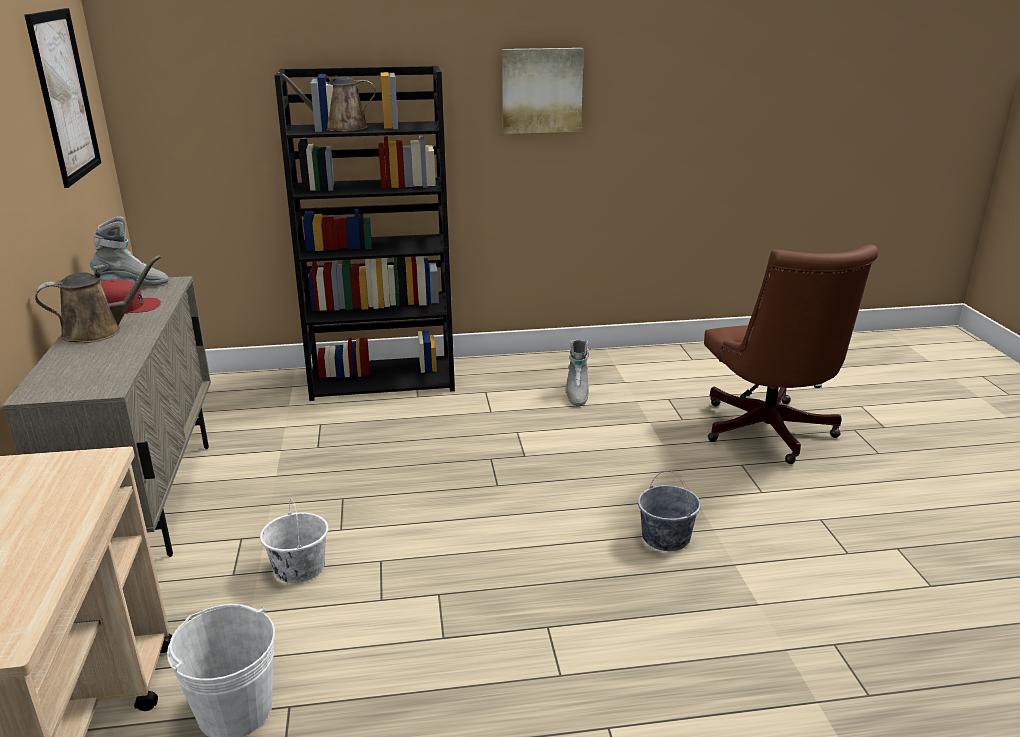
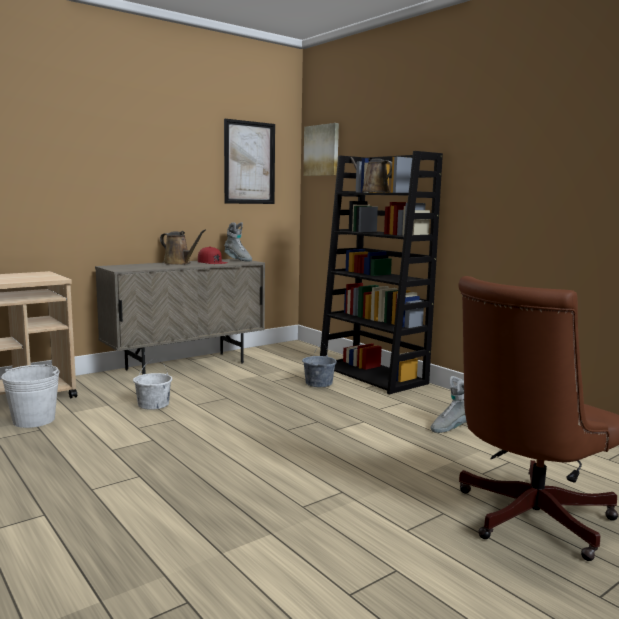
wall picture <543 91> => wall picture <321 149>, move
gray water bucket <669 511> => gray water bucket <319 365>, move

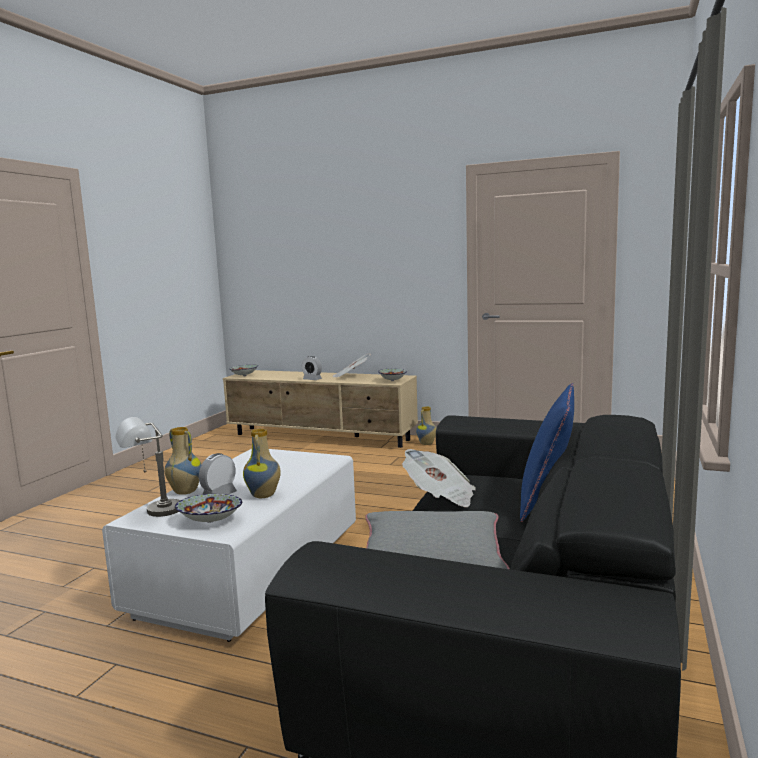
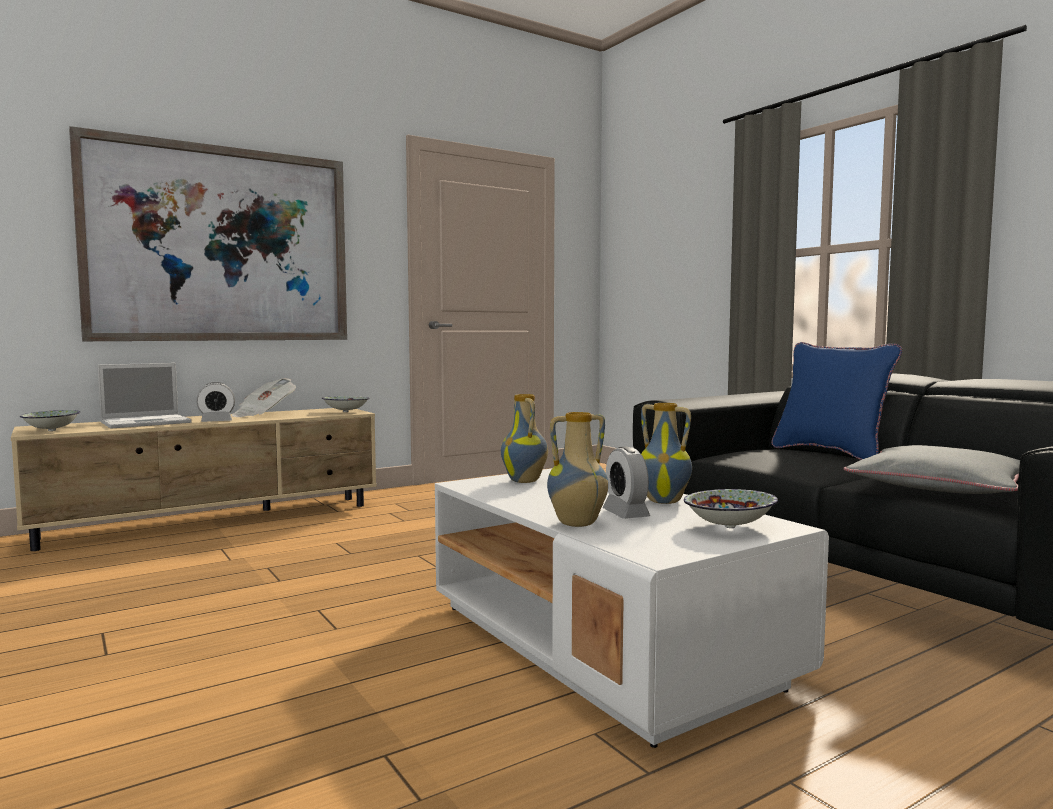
flower vase <426 425> => flower vase <524 438>, move
gray table lamp <147 467> => nothing
printed paper <439 478> => nothing
nothing => wall picture <208 233>
nothing => notebook computer <144 396>

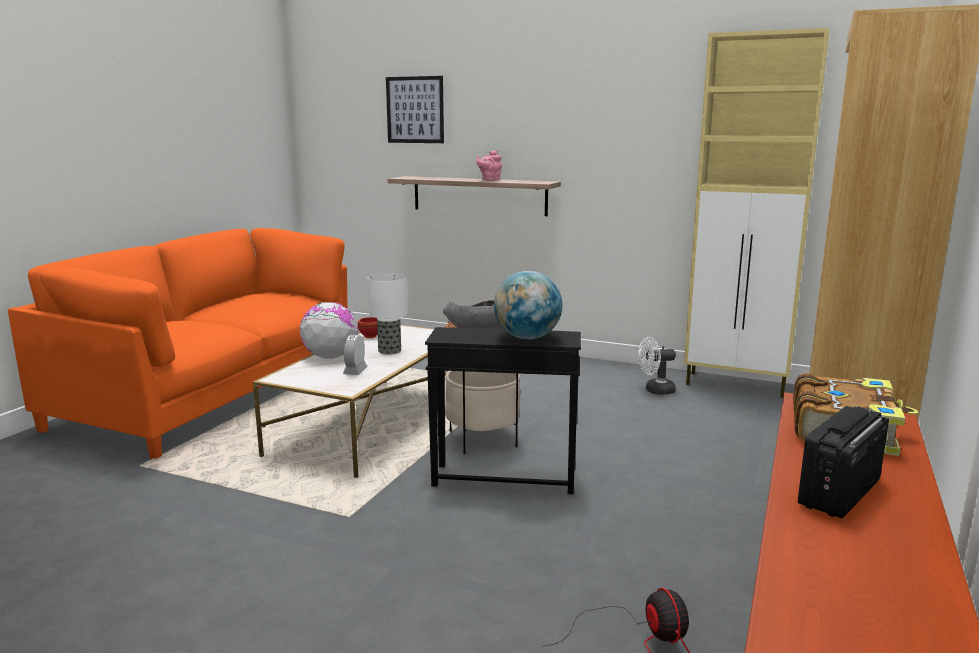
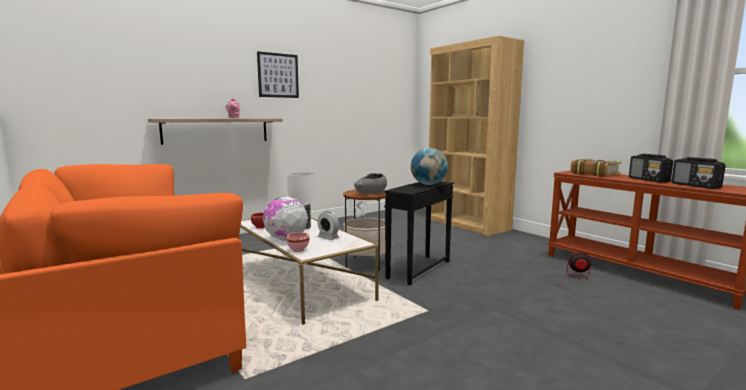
beige-coloured cabinet <756 213> => nothing
wall picture <415 109> => wall picture <278 74>, move
nothing => radio <699 173>
nothing => pinkish deep dish <297 242>

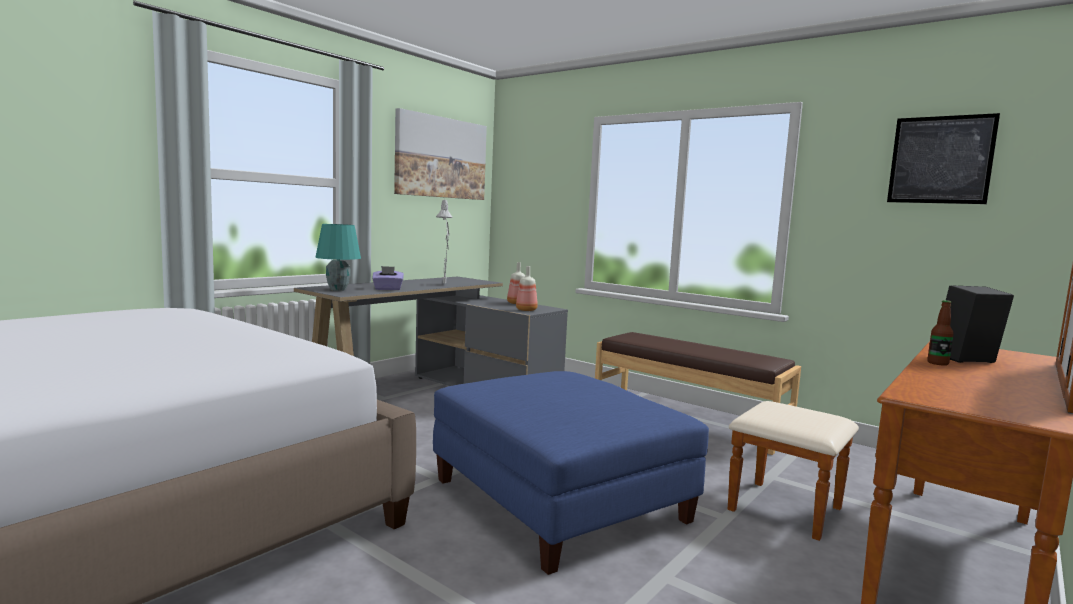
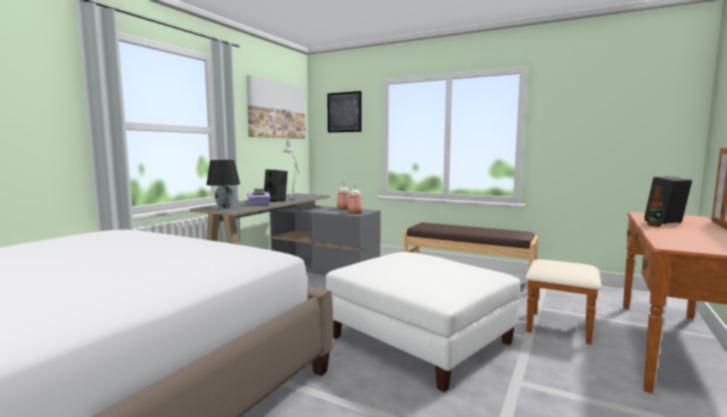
wall picture <943 158> => wall picture <344 111>, move
turquoise-coloured table lamp <338 257> => black-coloured table lamp <223 184>
blue pouffe <571 473> => white pouffe <423 322>
nothing => black-coloured loudspeaker <276 185>

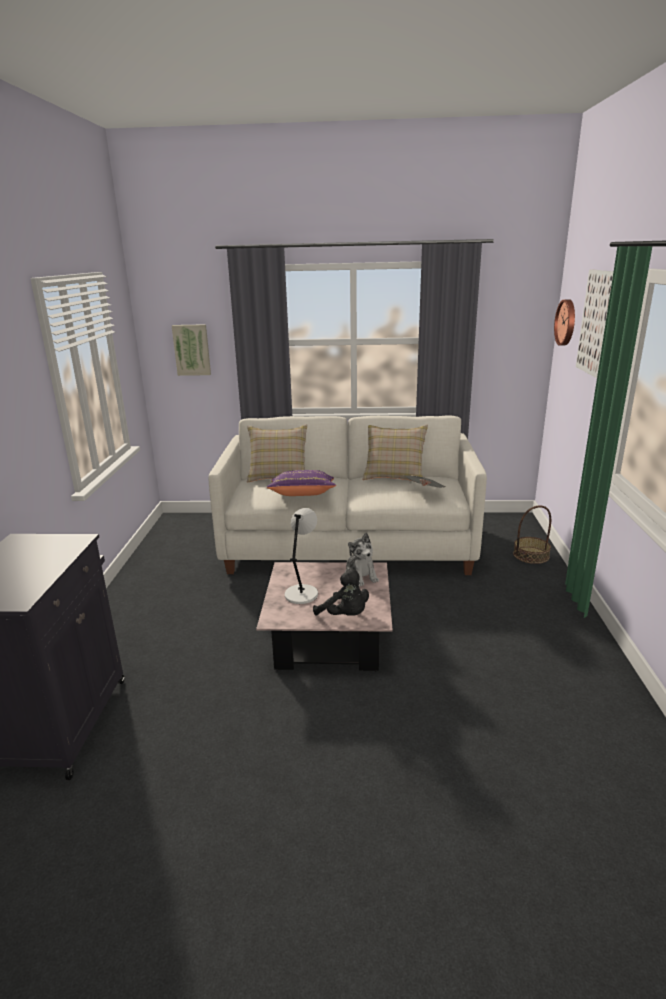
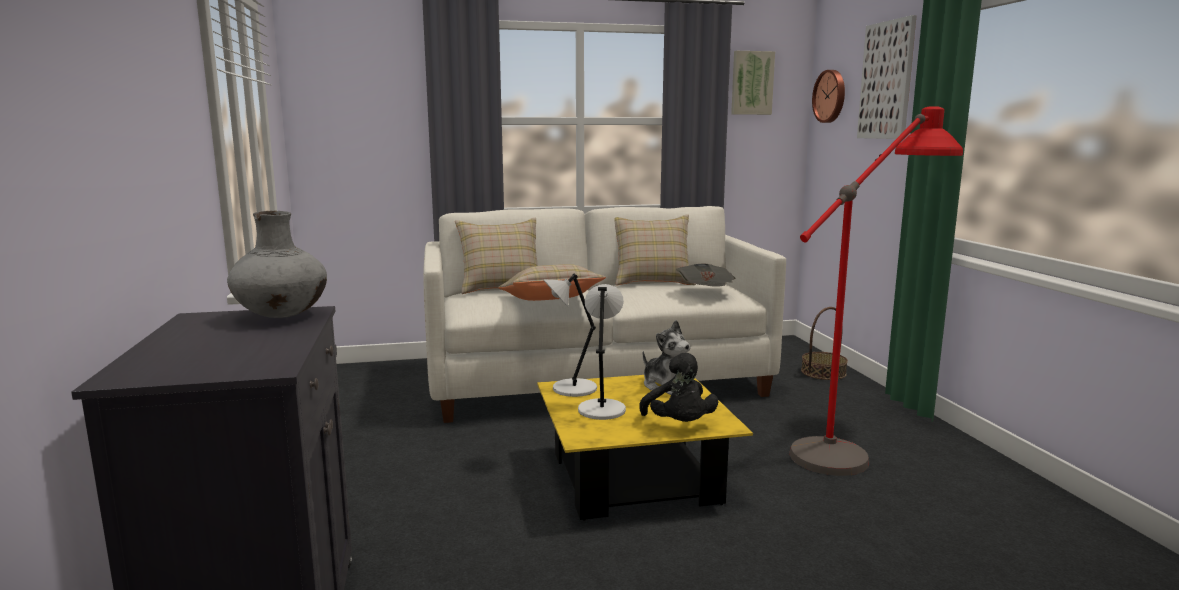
wall picture <191 350> => wall picture <753 83>, move
purple cushion <301 483> => beige-coloured cushion <552 282>
pinkish low table <324 616> => yellow-coloured low table <645 448>
black-coloured plush toy <341 592> => black-coloured plush toy <678 387>, 45 degrees clockwise
nothing => reddish floor lamp <876 291>
nothing => gray flower vase <277 264>
nothing => gray table lamp <570 335>

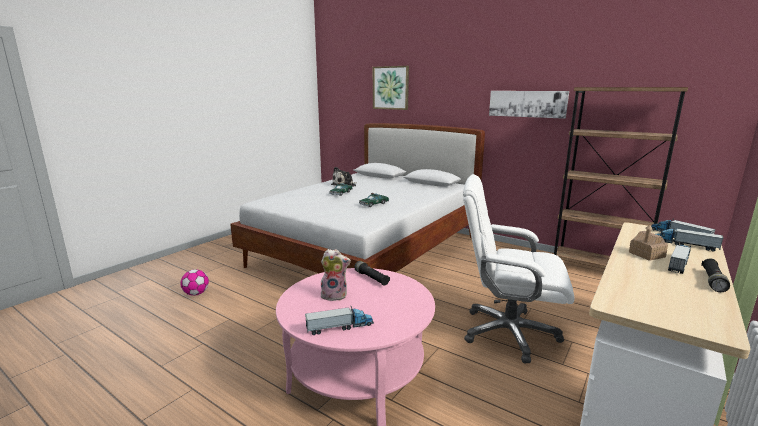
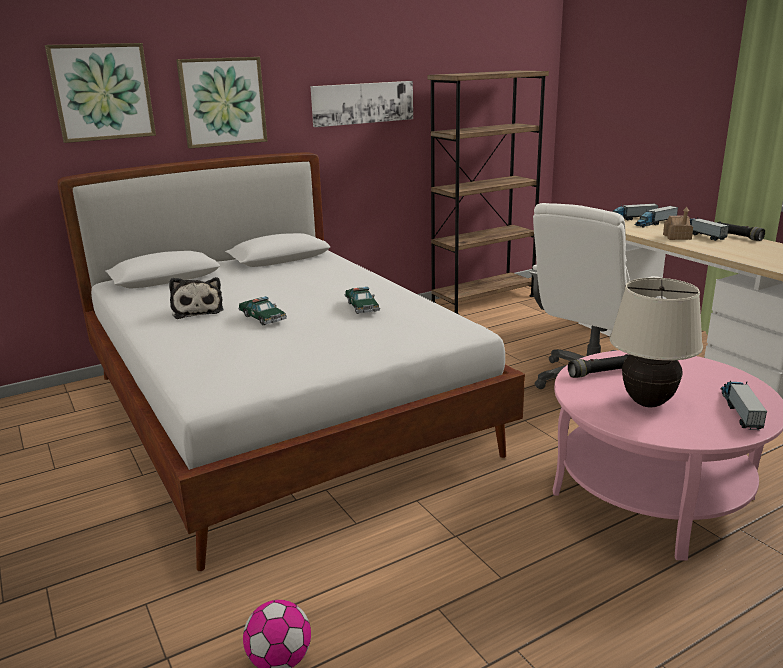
plush toy <336 275> => beige-coloured table lamp <656 342>
nothing => wall picture <221 103>

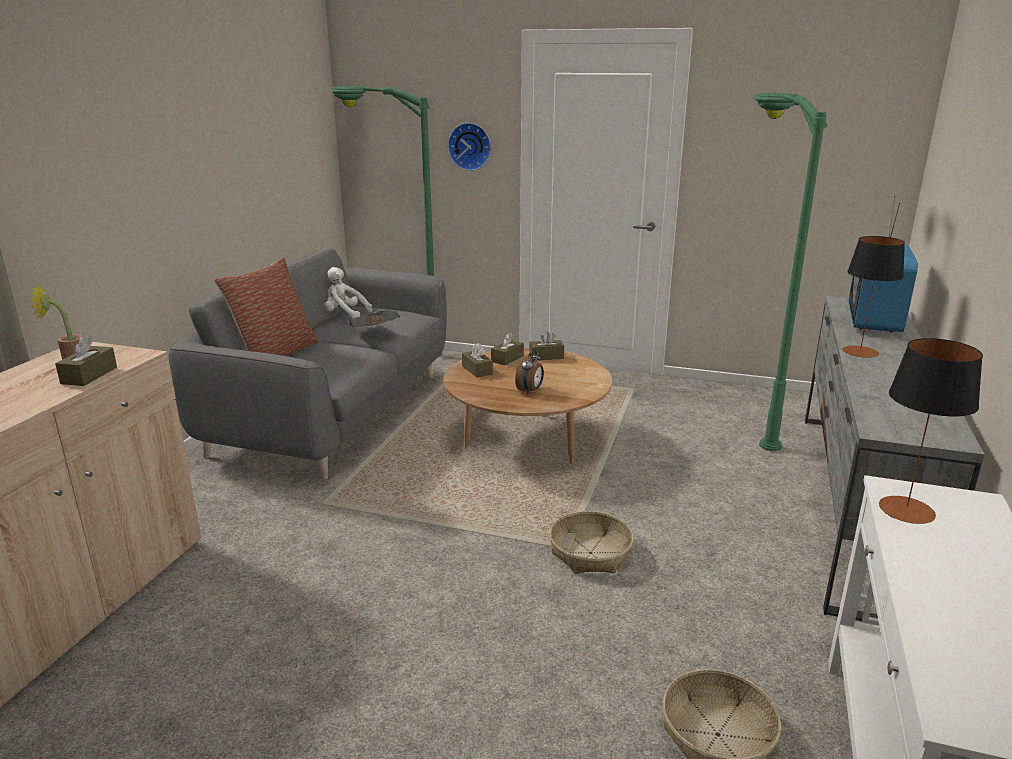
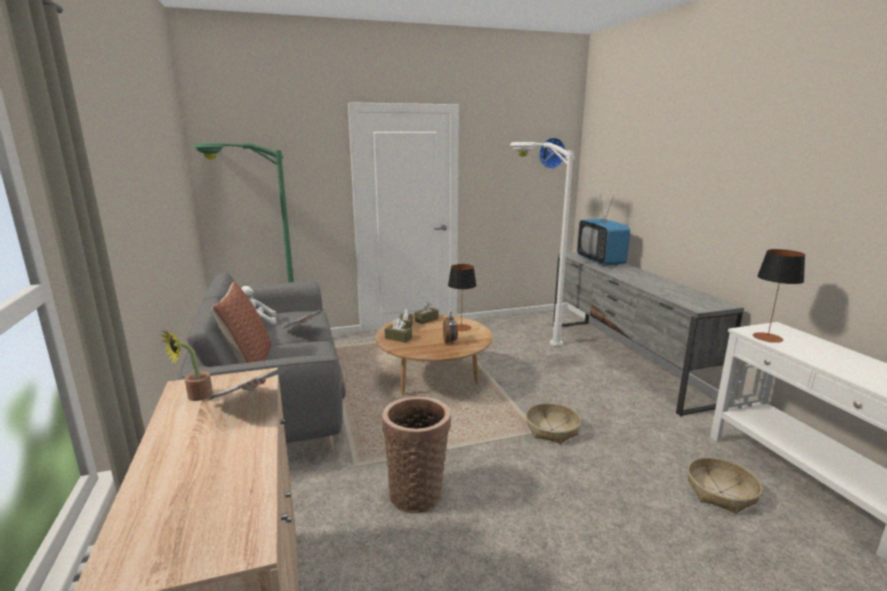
green floor lamp <789 272> => white floor lamp <542 244>
wall clock <469 147> => wall clock <552 153>, move
table lamp <873 297> => table lamp <462 297>, move
brown tissue holder <86 360> => printed paper <249 383>
nothing => household basket <416 455>

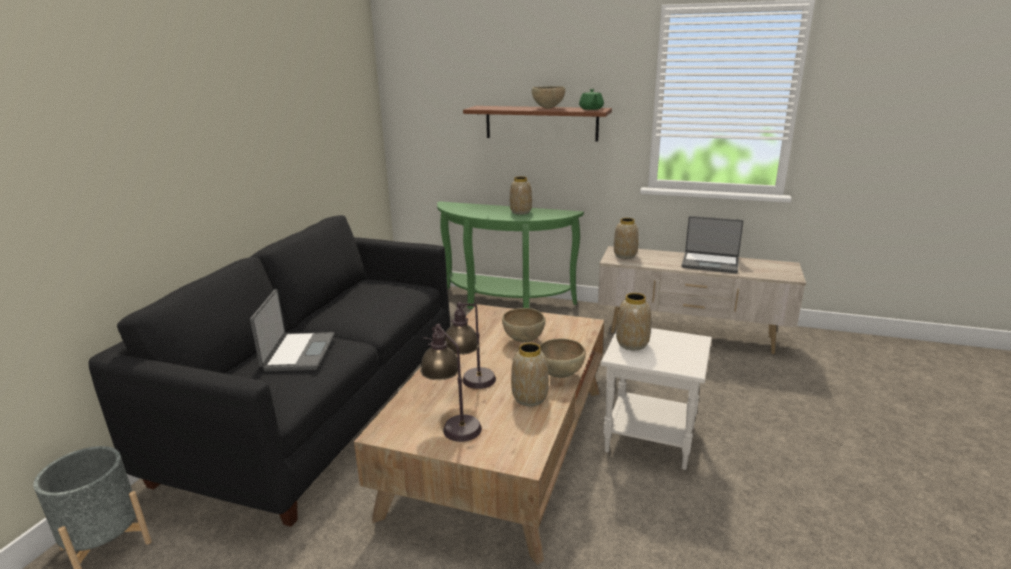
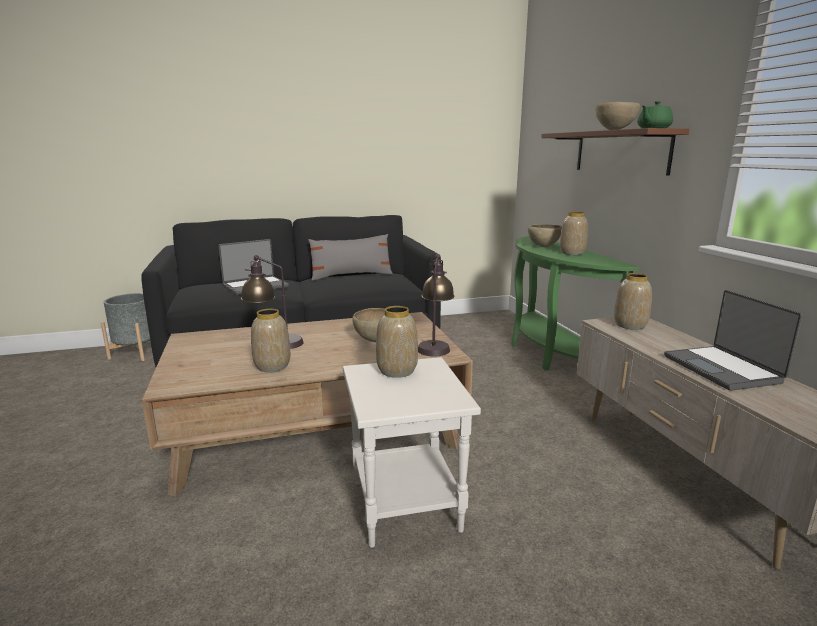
table lamp <451 383> => table lamp <436 305>, move
brown deep dish <562 358> => brown deep dish <545 235>, move
nothing => gray cushion <350 257>

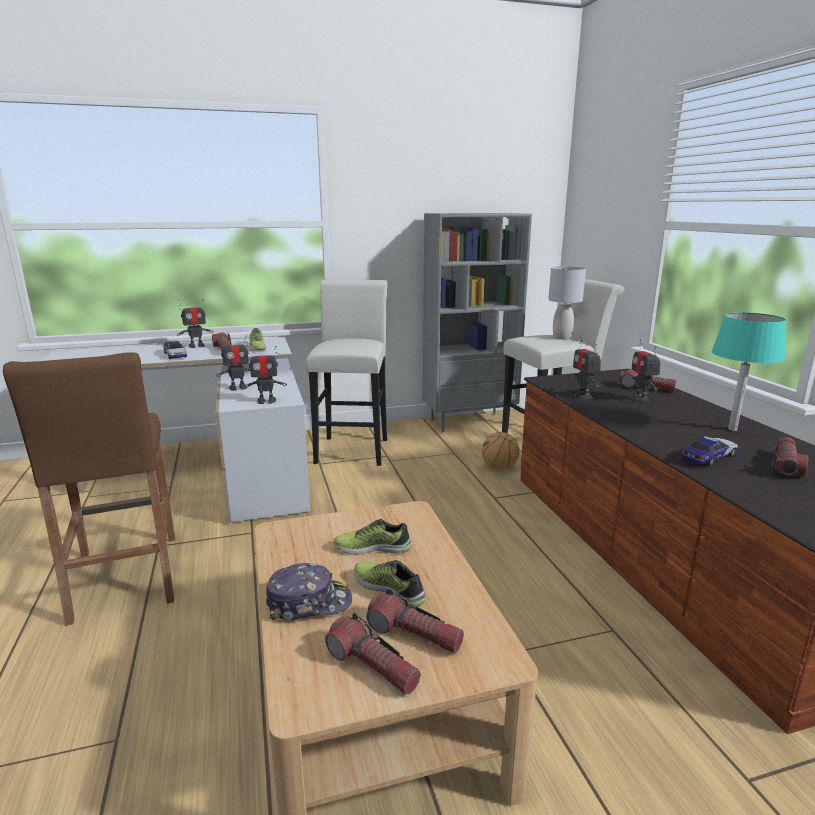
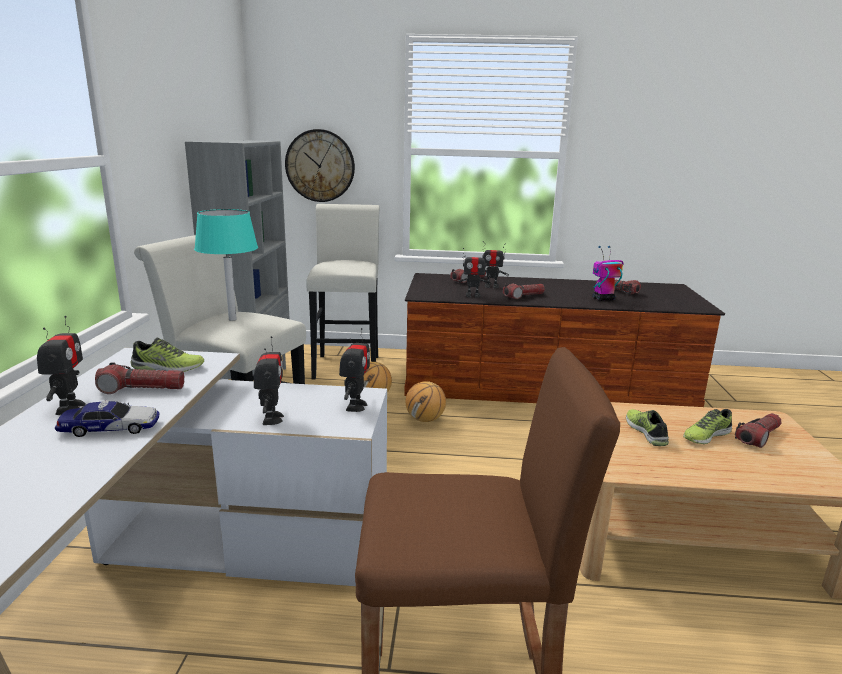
gray table lamp <567 303> => nothing
turquoise-coloured table lamp <748 371> => turquoise-coloured table lamp <226 265>, move
toy car <709 451> => model robot <608 273>
item of footwear <373 537> => item of footwear <647 427>, 150 degrees clockwise
peaked cap <309 591> => nothing
flashlight <373 653> => flashlight <524 291>, move
nothing => wall clock <320 165>
nothing => ball for basketball <426 401>

